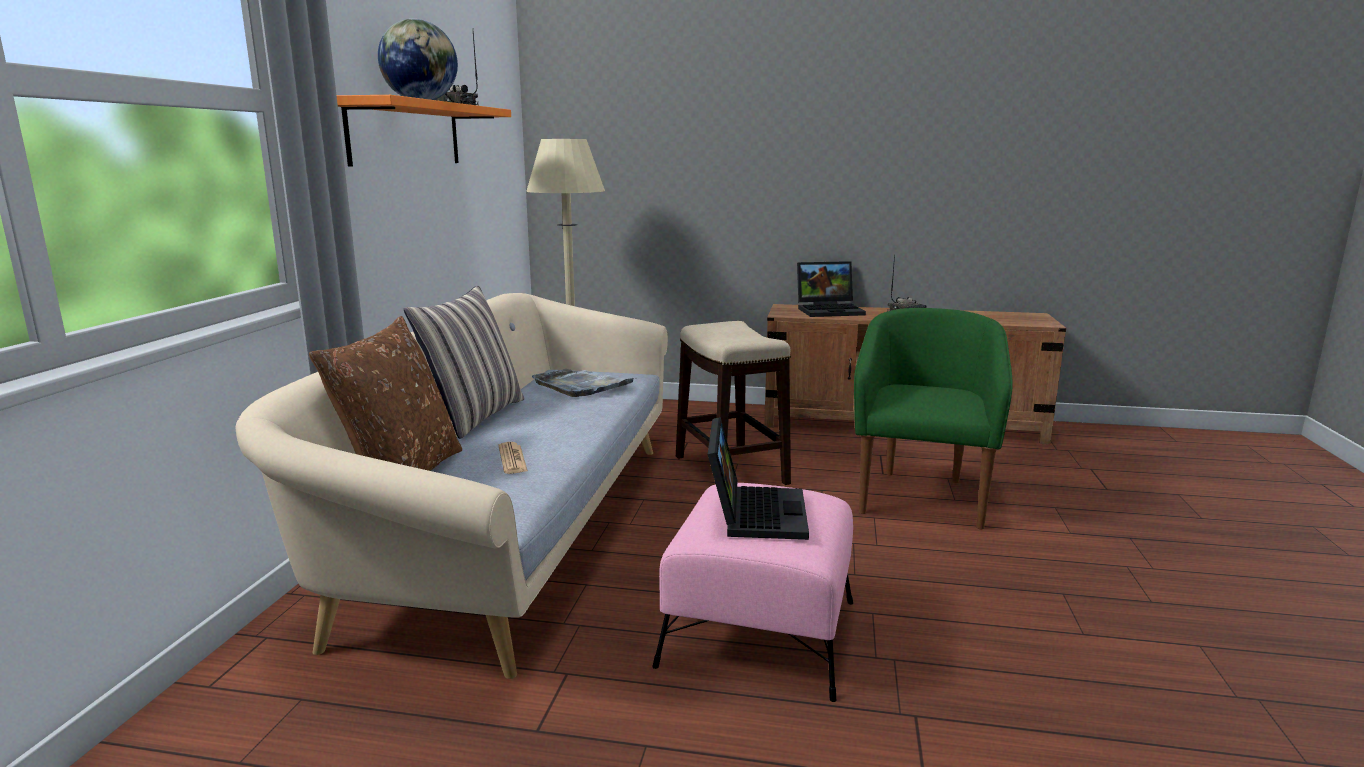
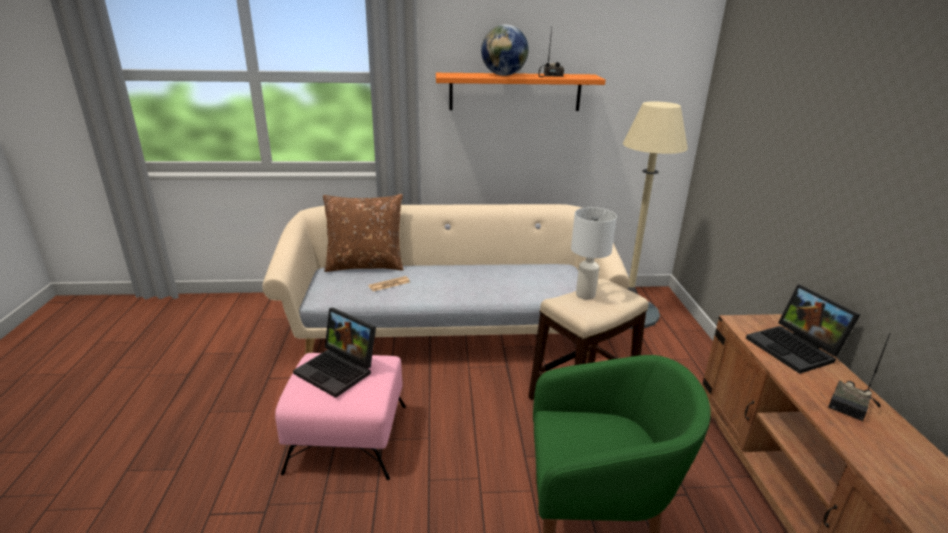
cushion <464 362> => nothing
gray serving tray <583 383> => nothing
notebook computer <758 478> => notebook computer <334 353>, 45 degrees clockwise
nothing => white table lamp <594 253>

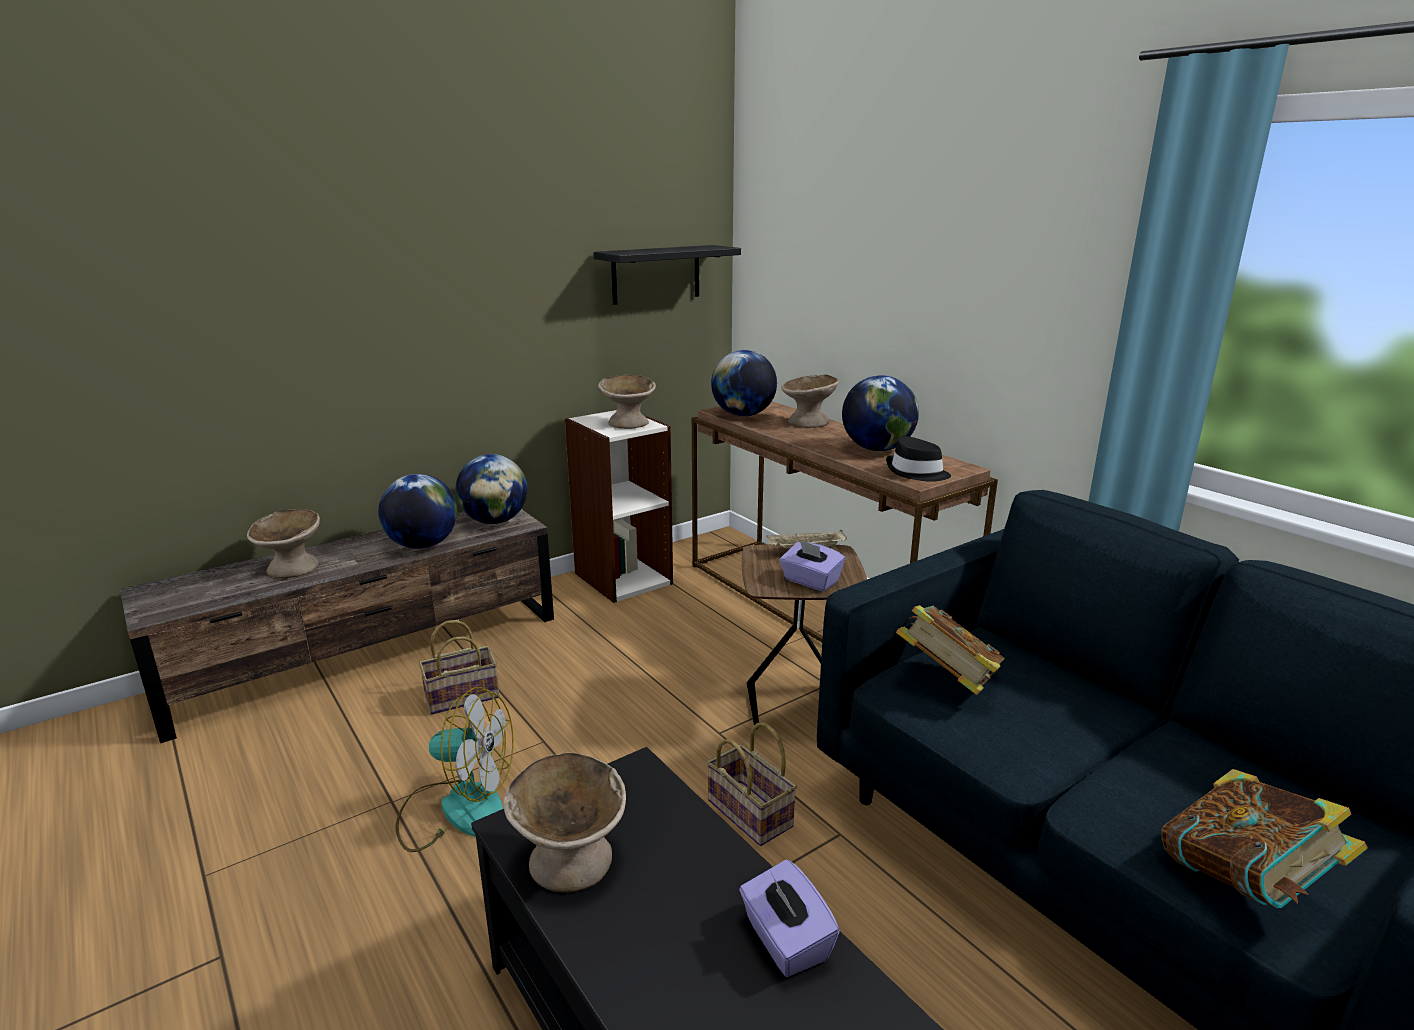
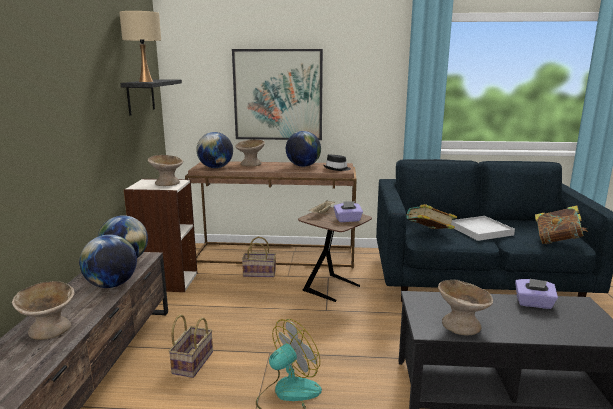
household basket <752 784> => household basket <259 257>, move
nothing => beige-coloured table lamp <140 46>
nothing => wall picture <277 94>
nothing => white serving tray <483 228>

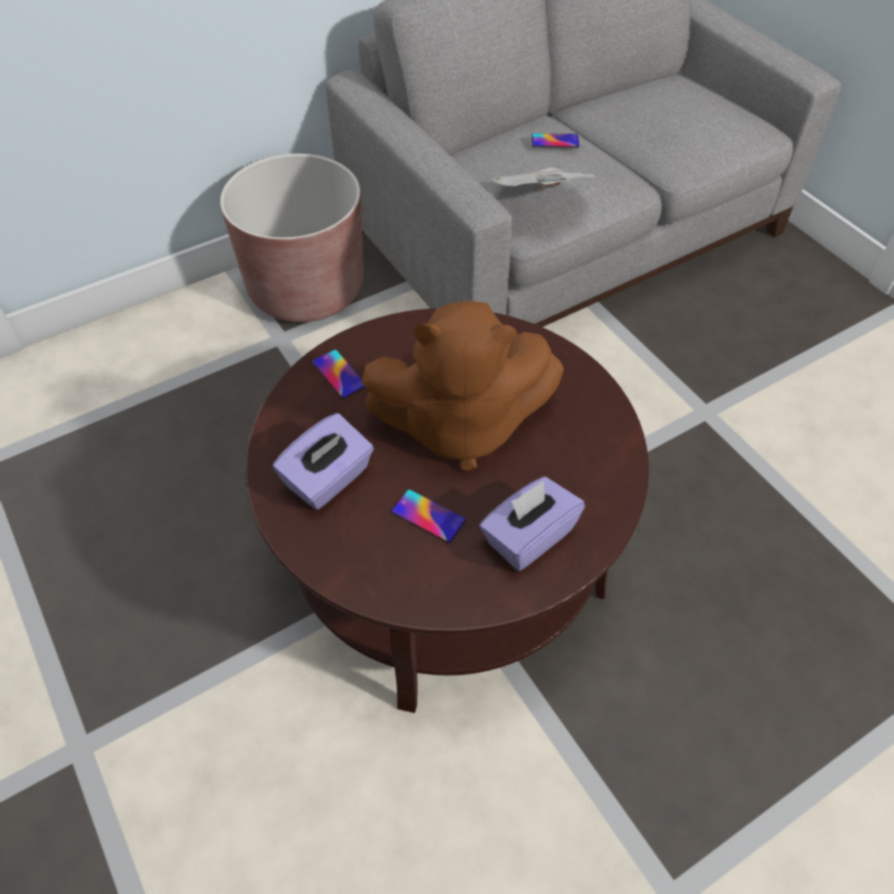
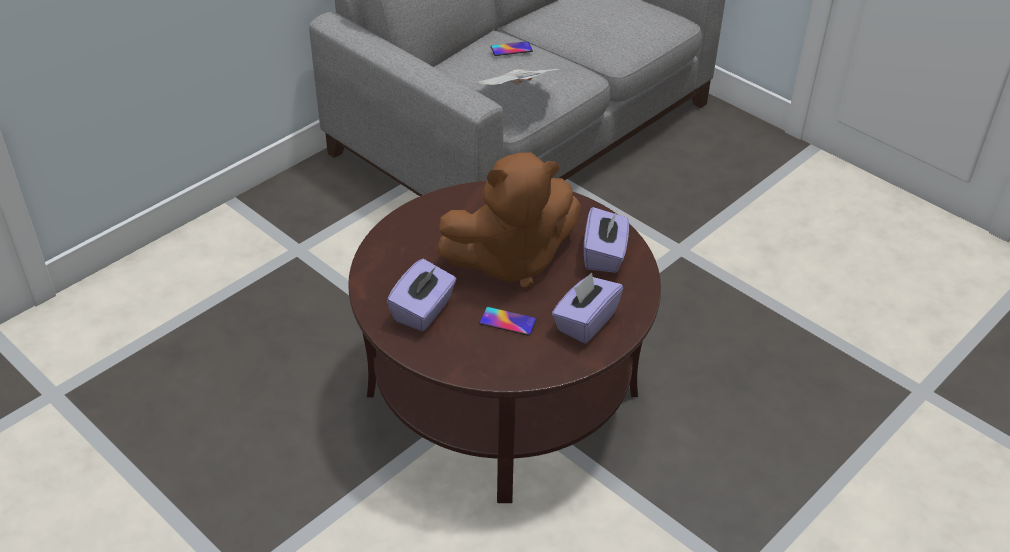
brown plant pot <291 238> => nothing
phone <339 374> => nothing
nothing => purple tissue holder <606 240>

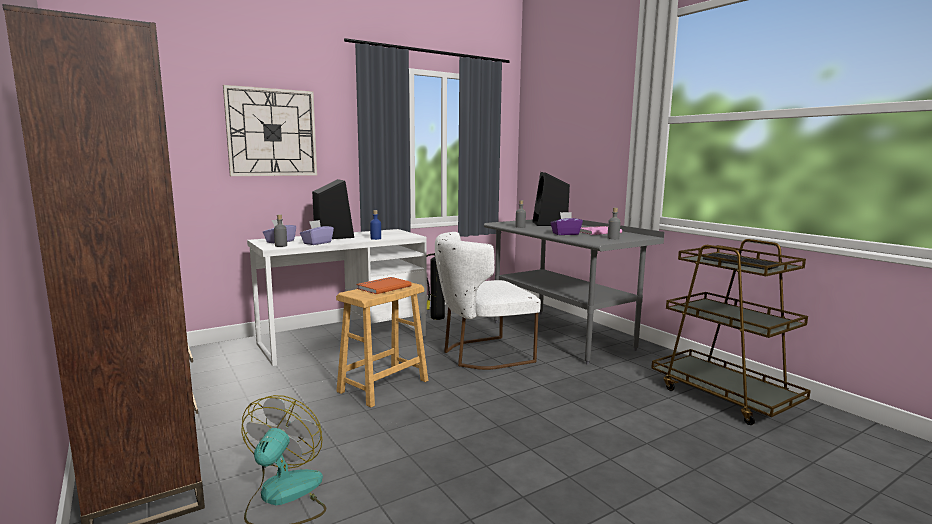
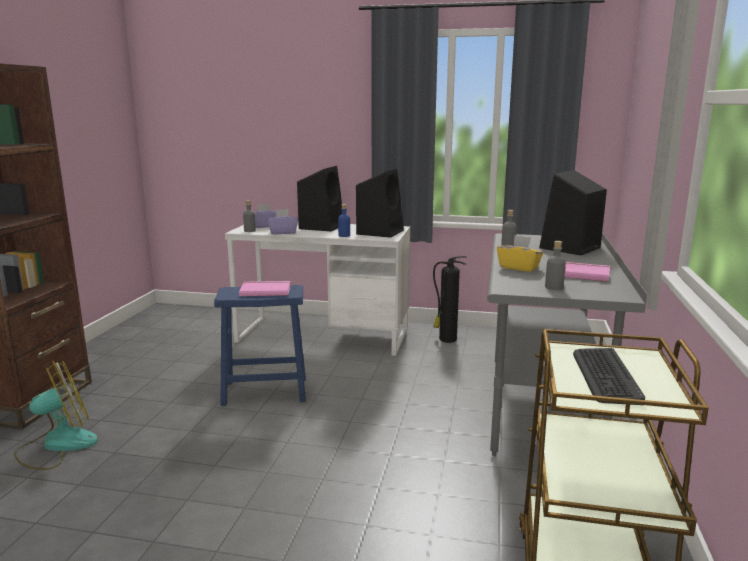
wall clock <270 130> => nothing
purple tissue holder <566 223> => yellow-coloured tissue holder <520 253>
white plain chair <488 301> => nothing
orange volume <384 285> => pinkish volume <265 288>
brown sitting stool <382 345> => blue sitting stool <260 345>
nothing => black-coloured loudspeaker <380 203>

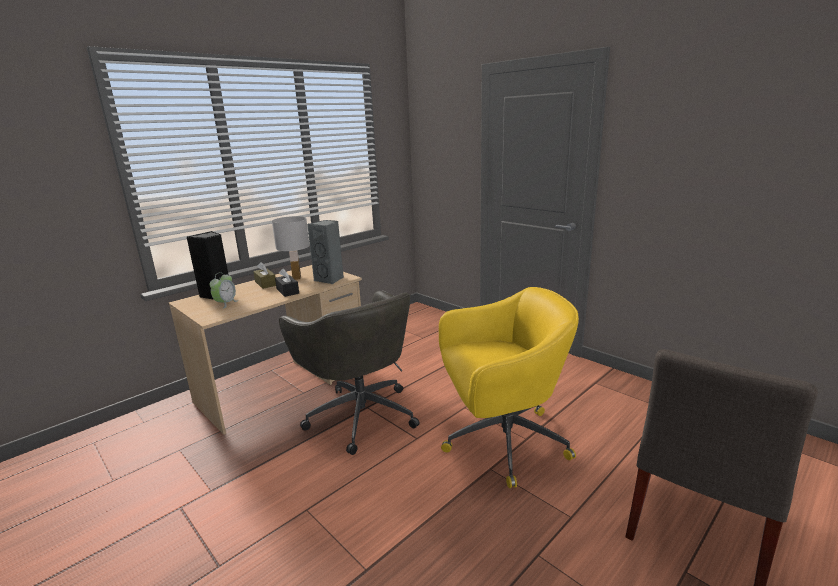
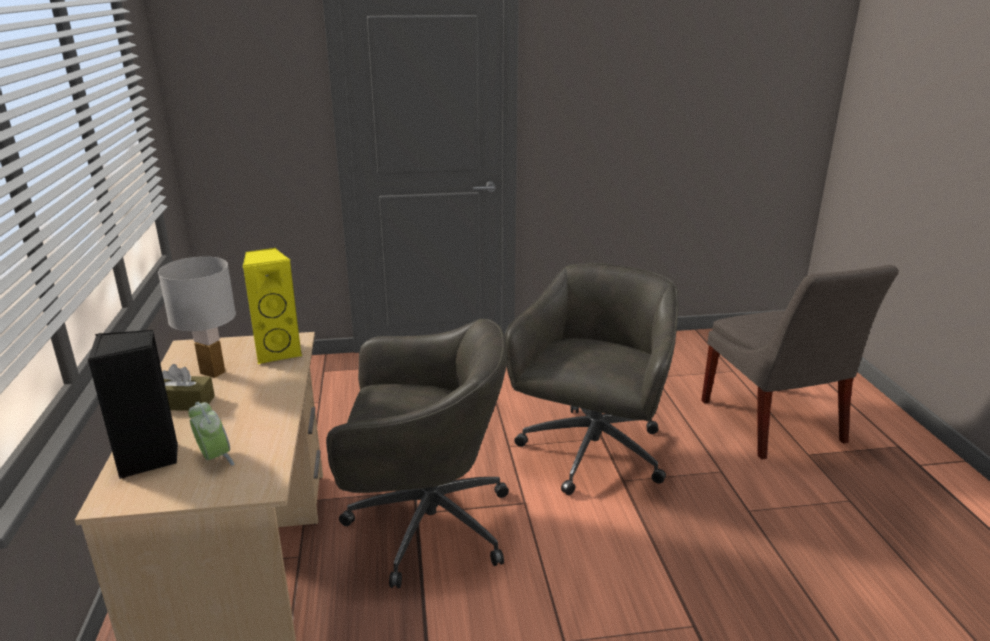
gray loudspeaker <325 252> => yellow-coloured loudspeaker <272 306>
black-coloured tissue holder <287 282> => nothing
yellow-coloured office chair <509 387> => gray office chair <591 379>

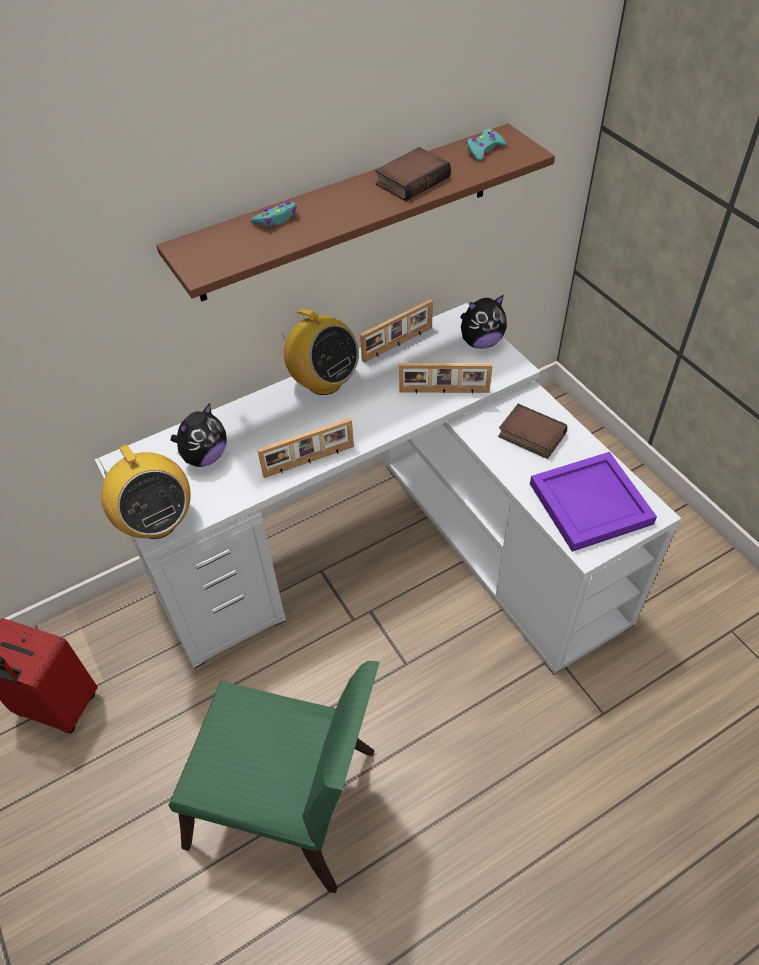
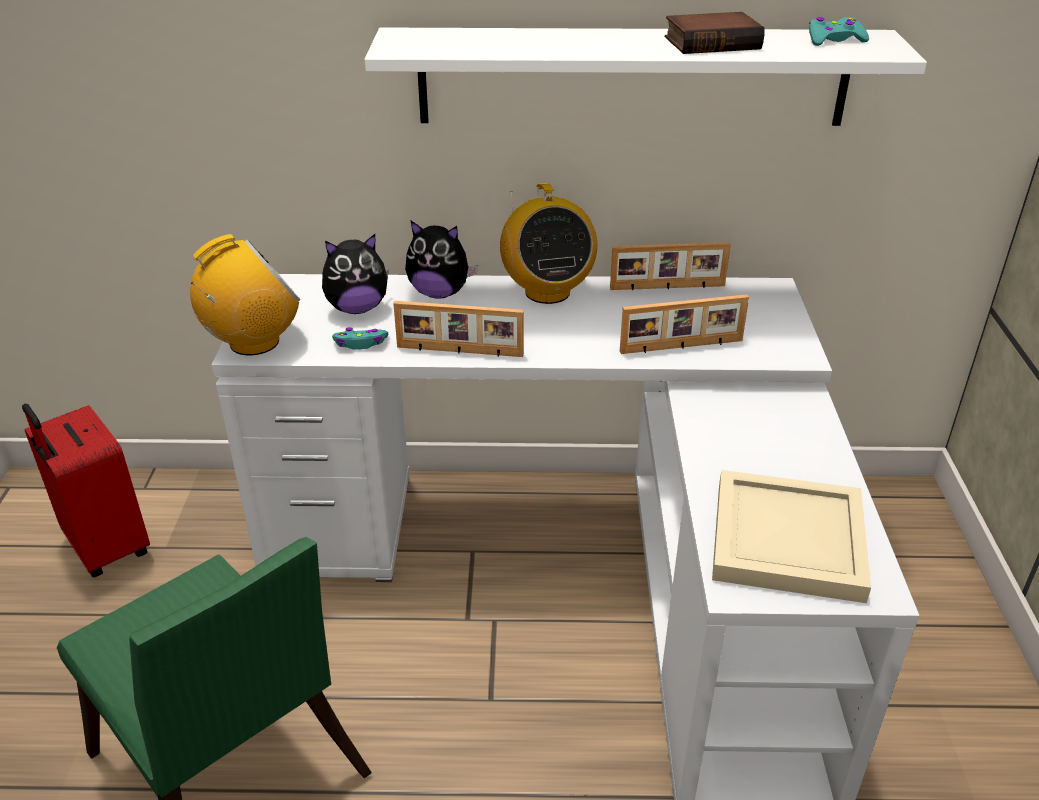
brown shelf <355 212> => white shelf <645 76>
turquoise-coloured joypad <273 213> => turquoise-coloured joypad <360 339>, move
plush toy <483 322> => plush toy <441 260>, move
standing frame <445 378> => standing frame <684 324>, 45 degrees counterclockwise
volume <532 431> => nothing
radio <143 492> => radio <245 294>, 120 degrees counterclockwise
purple serving tray <593 502> => beige-coloured serving tray <791 536>

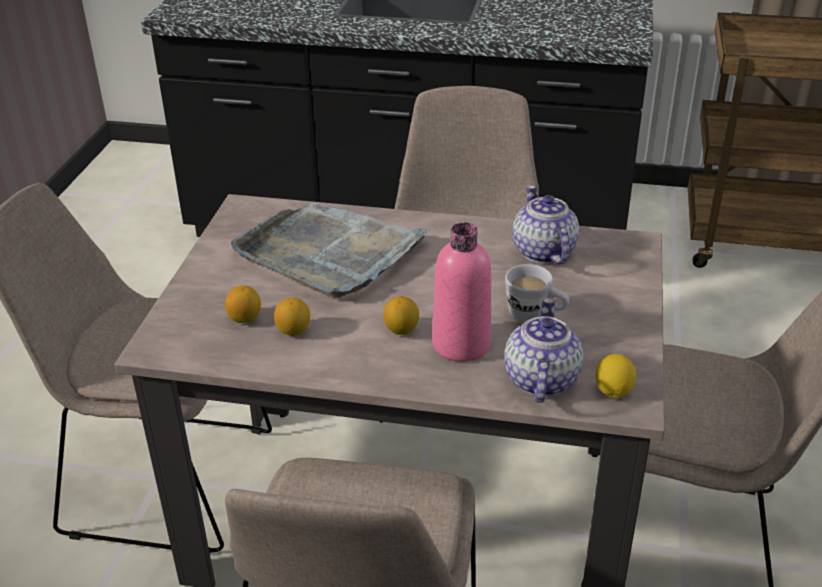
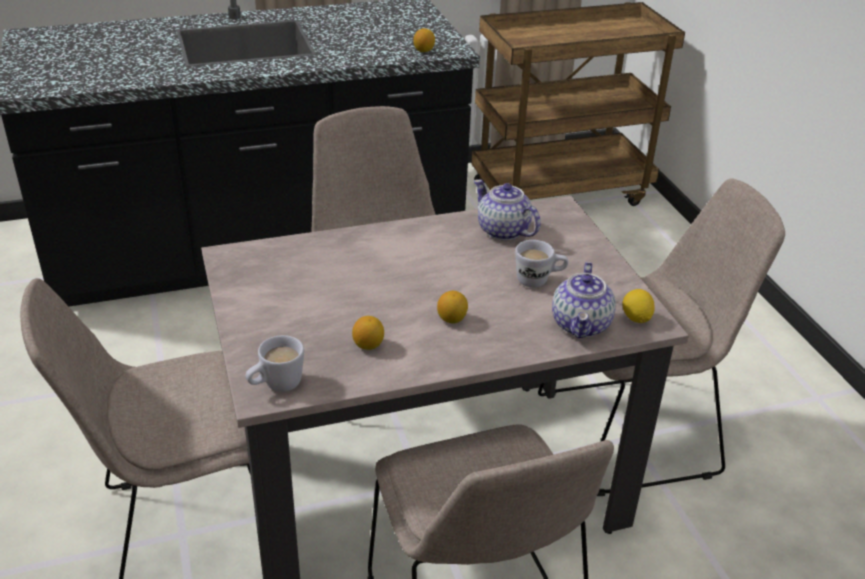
gray serving tray <332 250> => nothing
pinkish beverage bottle <461 292> => nothing
whole lemon <243 304> => whole lemon <424 40>, move
teapot <543 350> => teapot <584 300>, 150 degrees counterclockwise
nothing => white tea mug <275 363>

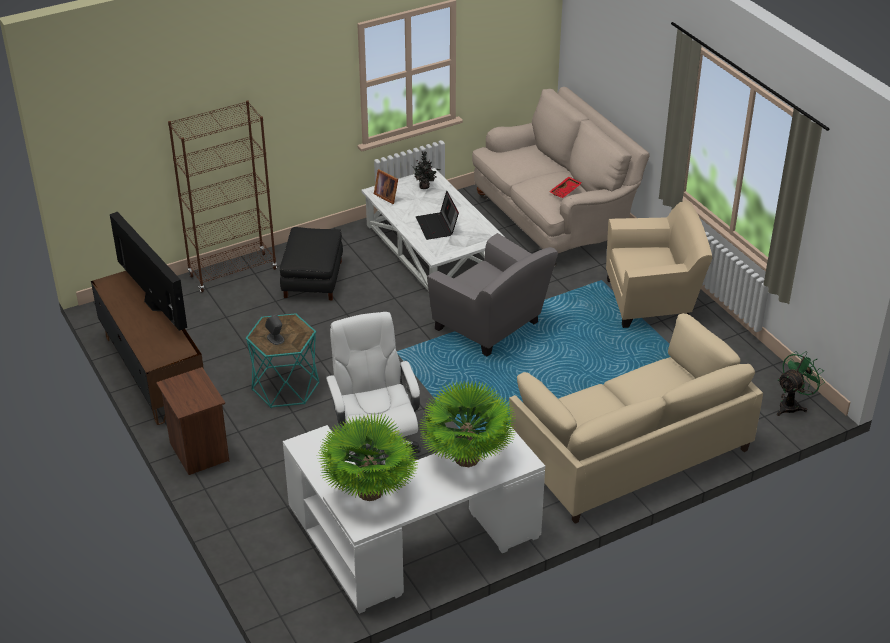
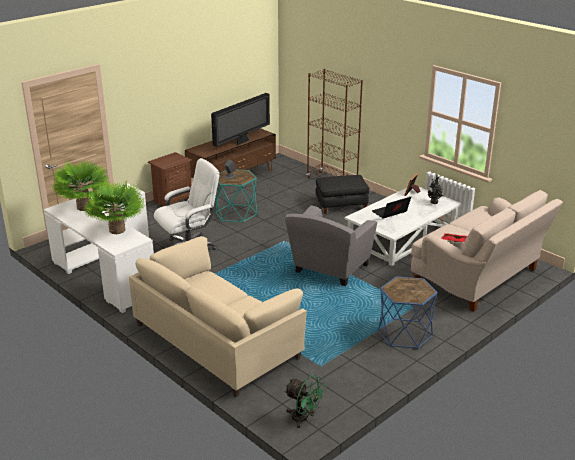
beige-coloured lounge chair <659 264> => blue side table <408 312>

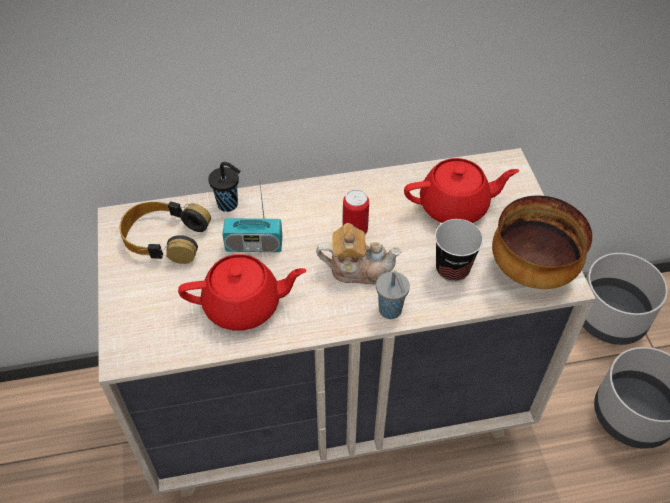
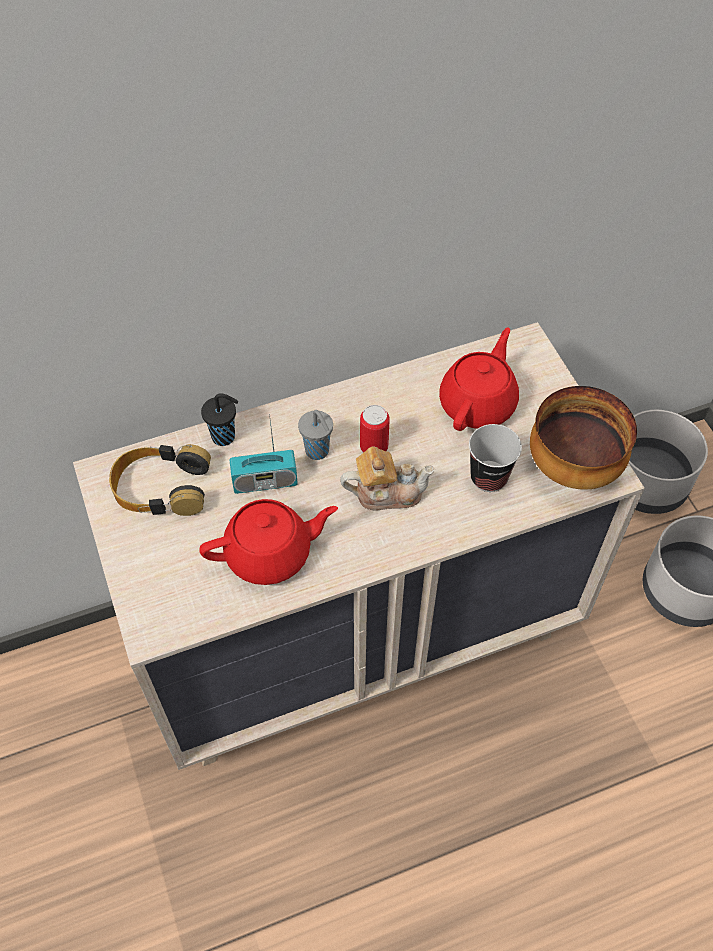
reddish teapot <461 190> => reddish teapot <479 379>, 45 degrees counterclockwise
gray small cup <393 295> => gray small cup <315 435>, move

